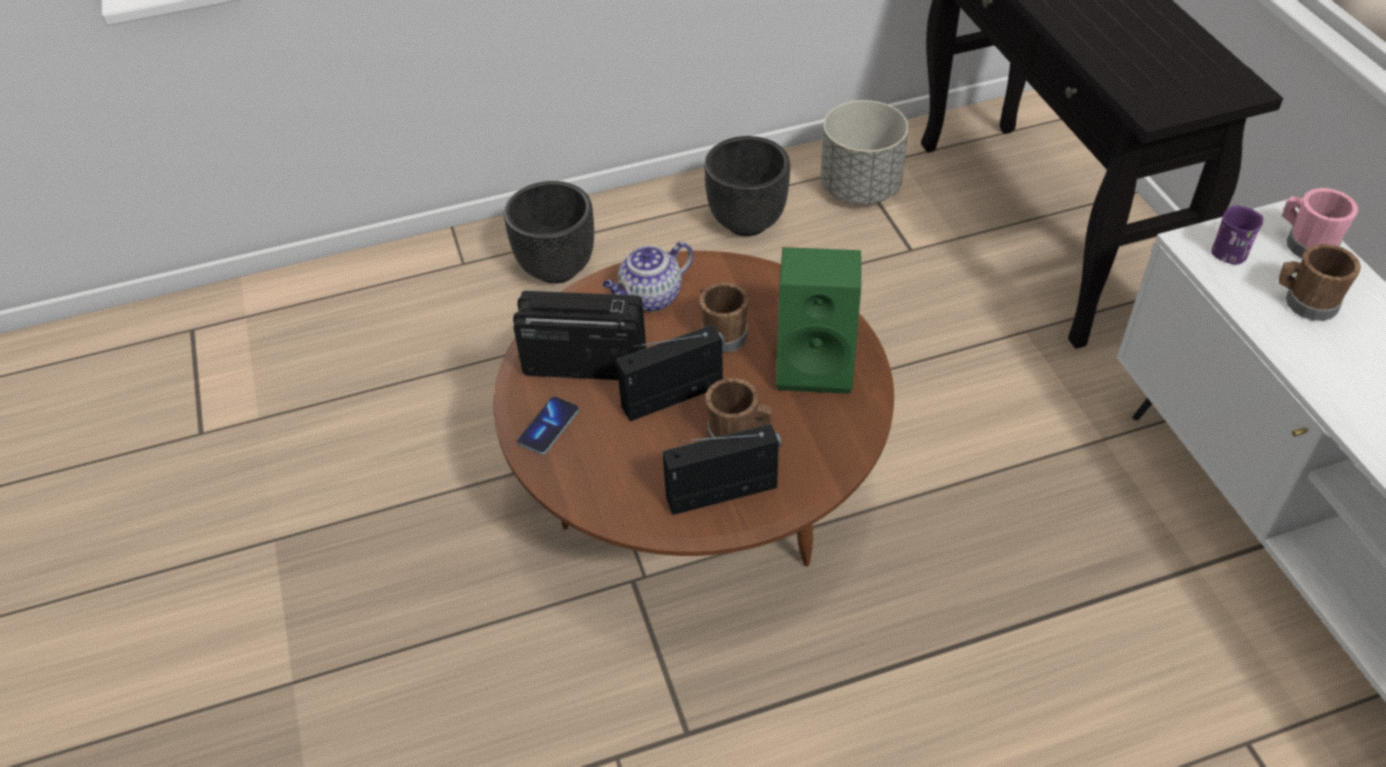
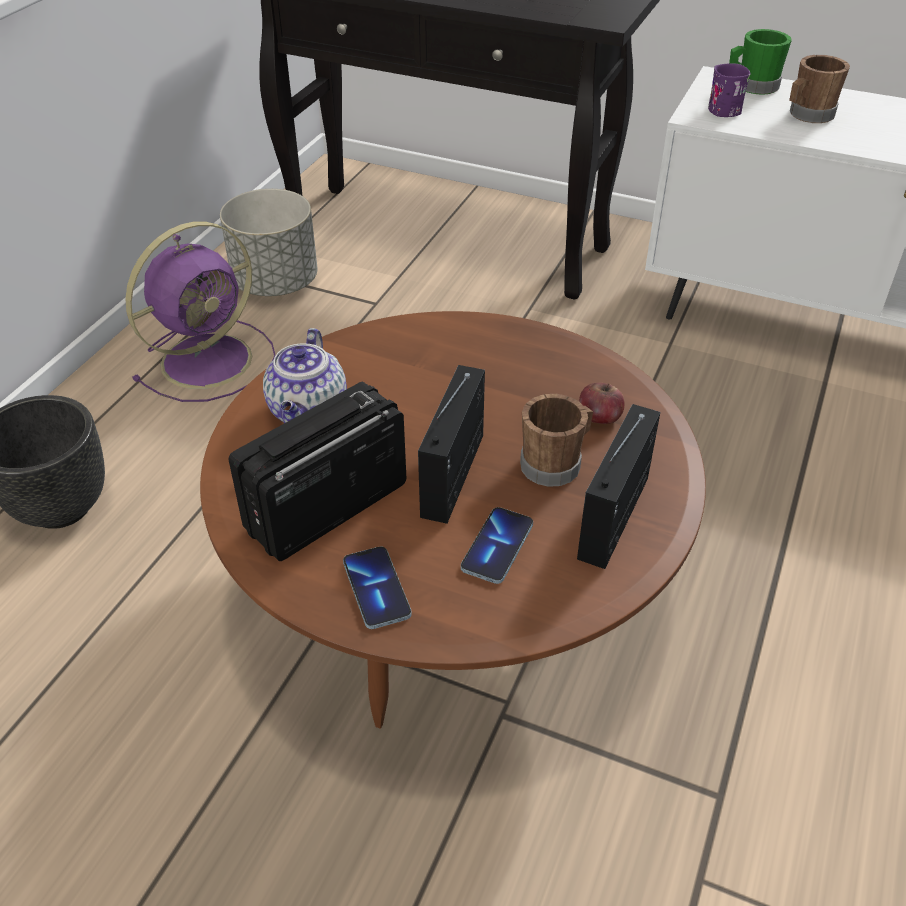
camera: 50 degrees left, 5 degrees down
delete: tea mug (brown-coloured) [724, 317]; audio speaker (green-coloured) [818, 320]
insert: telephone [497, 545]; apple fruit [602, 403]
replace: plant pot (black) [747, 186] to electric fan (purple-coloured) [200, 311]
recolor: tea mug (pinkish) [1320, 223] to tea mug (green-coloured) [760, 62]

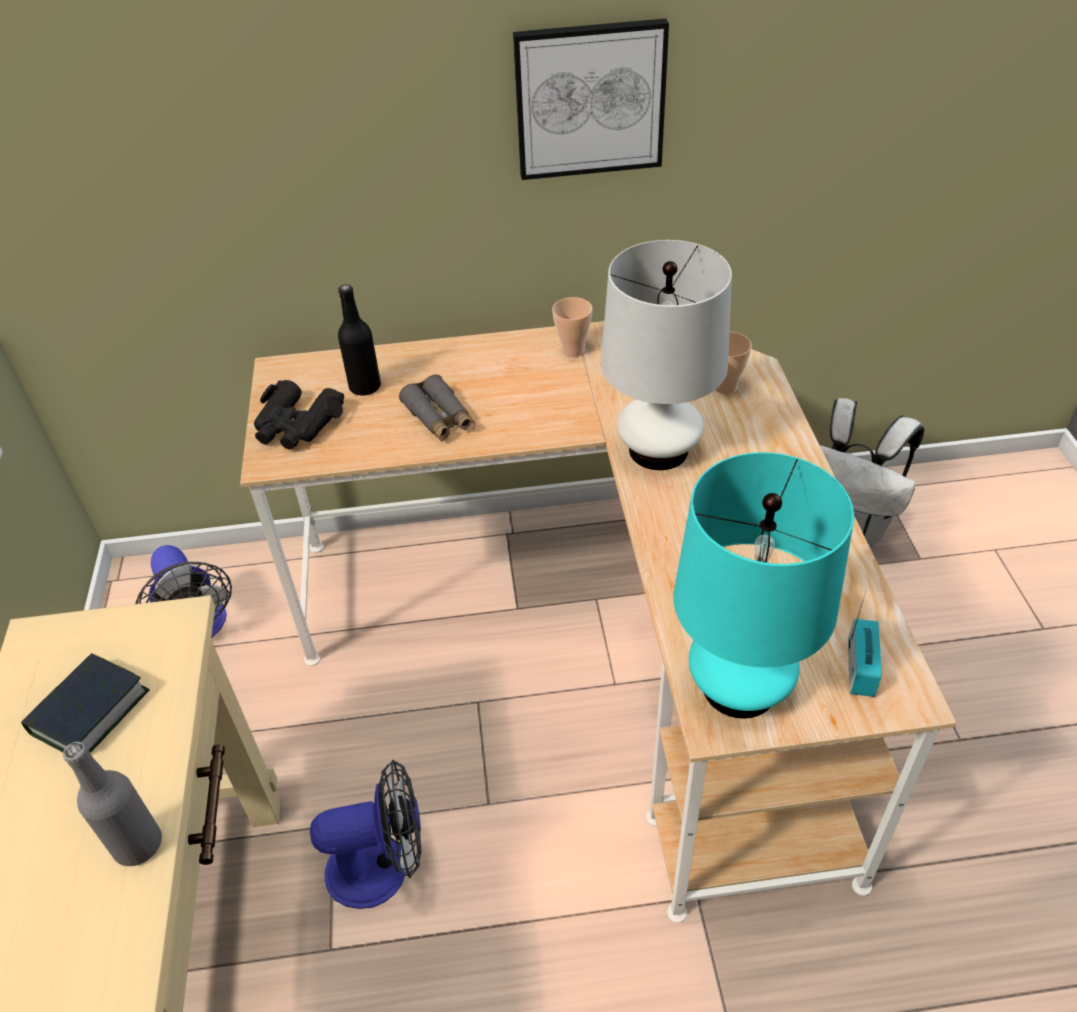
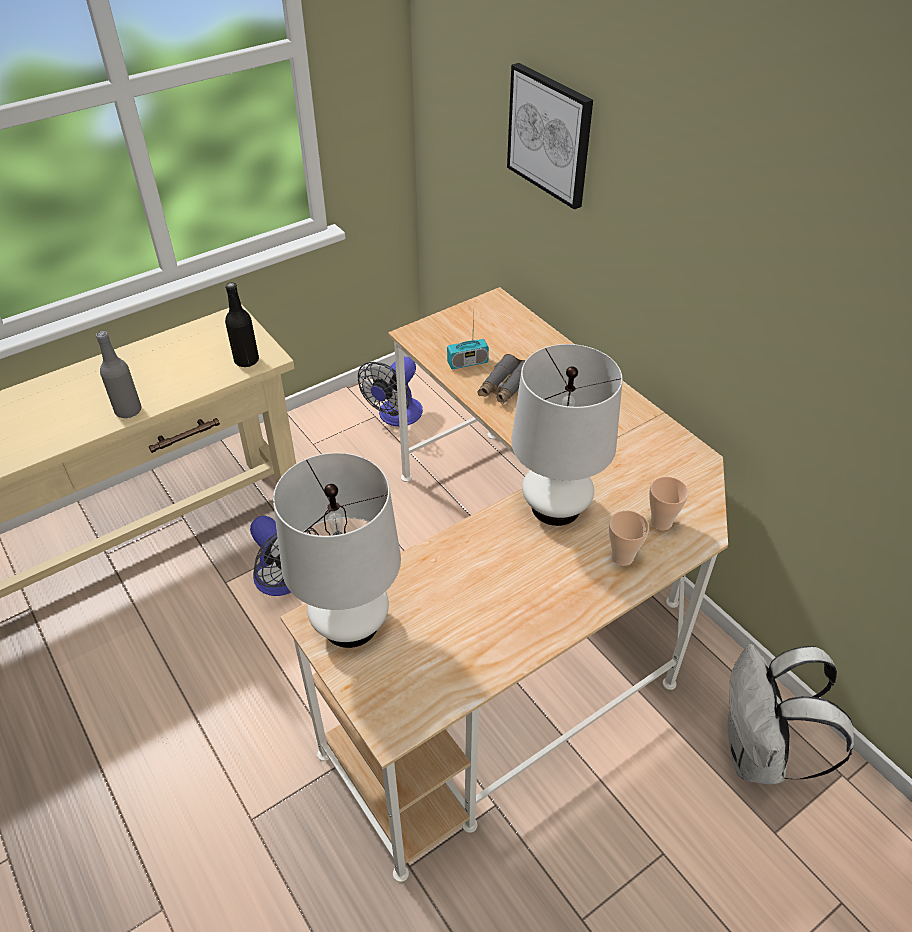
camera: 60 degrees right, 0 degrees up
delete: book [85, 703]; field glasses (black) [299, 415]
move: bottle (black) [359, 340] to [242, 324]; radio receiver [865, 644] to [468, 339]; wall picture [591, 99] to [550, 136]; cup [572, 327] to [629, 538]
recolor: table lamp (blue-green) [763, 585] to table lamp (white-coloured) [337, 550]

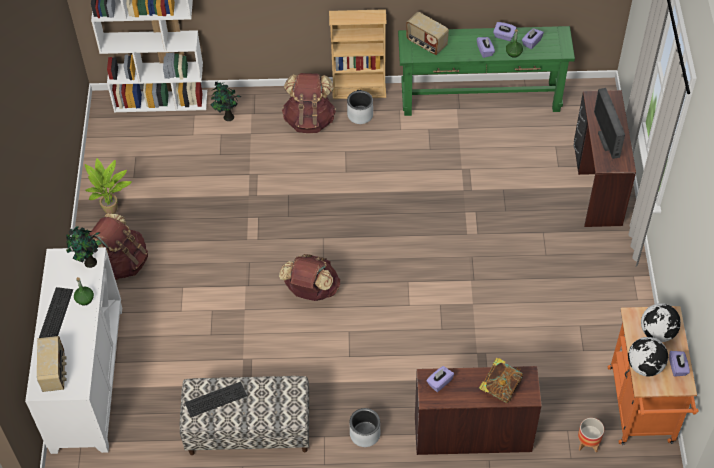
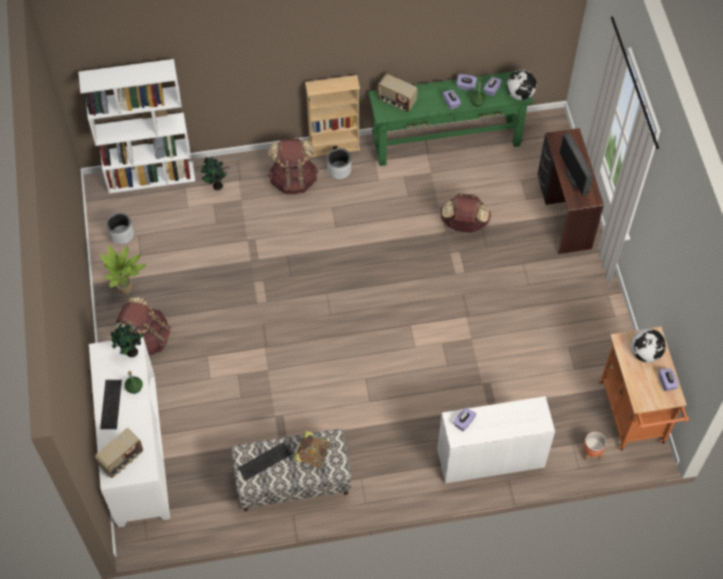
camera: 10 degrees left, 5 degrees up
move: plant pot (greyish) [365, 427] to [120, 228]; book [501, 380] to [311, 449]; backpack (brown-coloured) [309, 277] to [465, 213]; world globe [648, 356] to [522, 85]
recolor: desk unit (brown-coloured) [478, 410] to desk unit (white-coloured) [496, 440]
rotate: radio receiver [52, 364] = [119, 453] 60 degrees clockwise

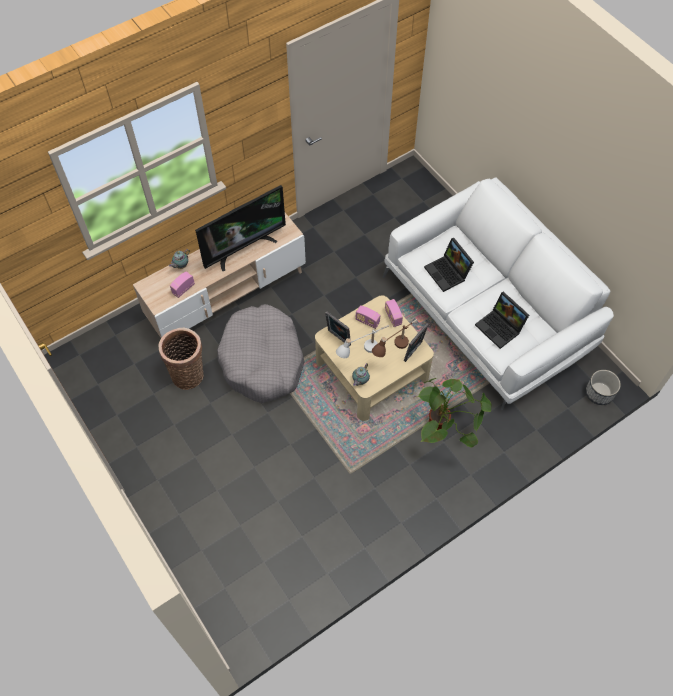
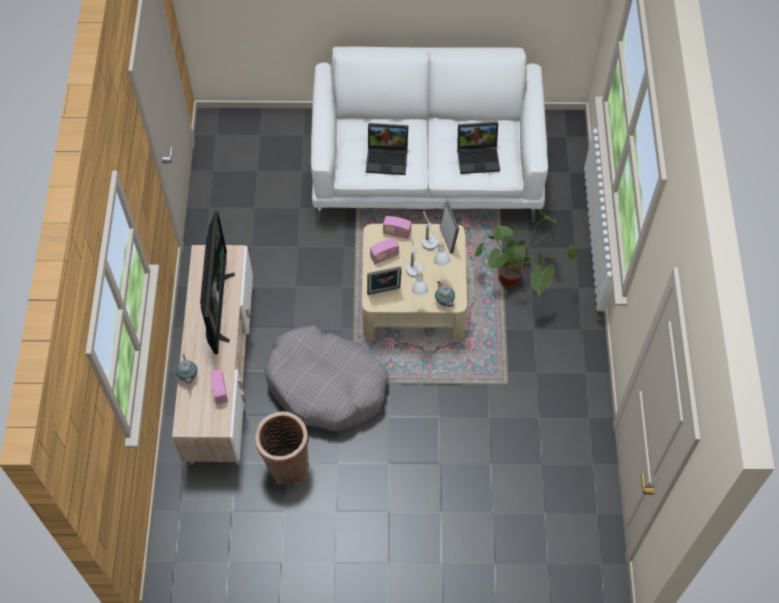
camera: 55 degrees left, 0 degrees up
delete: plant pot [603, 387]
recolor: table lamp (brown-coloured) [394, 338] to table lamp (white-coloured) [436, 239]

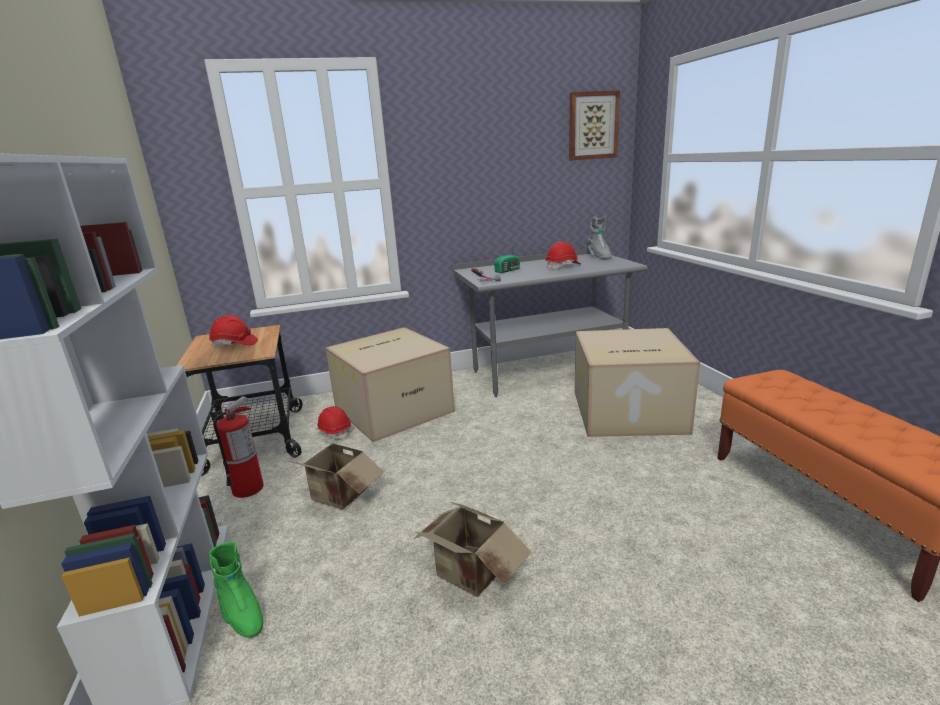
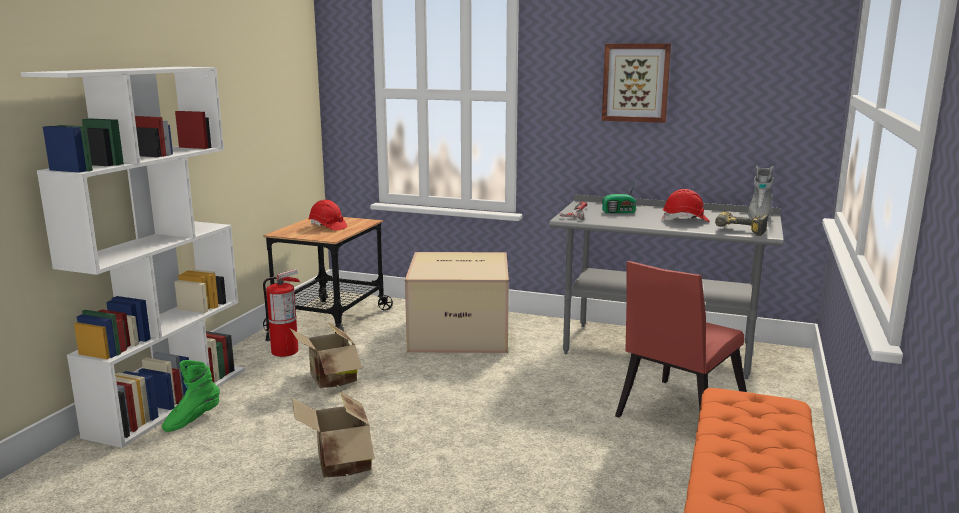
camera: 35 degrees right, 5 degrees down
delete: hard hat (reddish) [334, 423]
insert: drill [741, 224]
move: wall picture [594, 125] to [636, 83]
replace: packing box [637, 382] to plain chair (reddish) [681, 339]
rotate: high-top boot (green-coloured) [236, 590] = [191, 396] 45 degrees clockwise

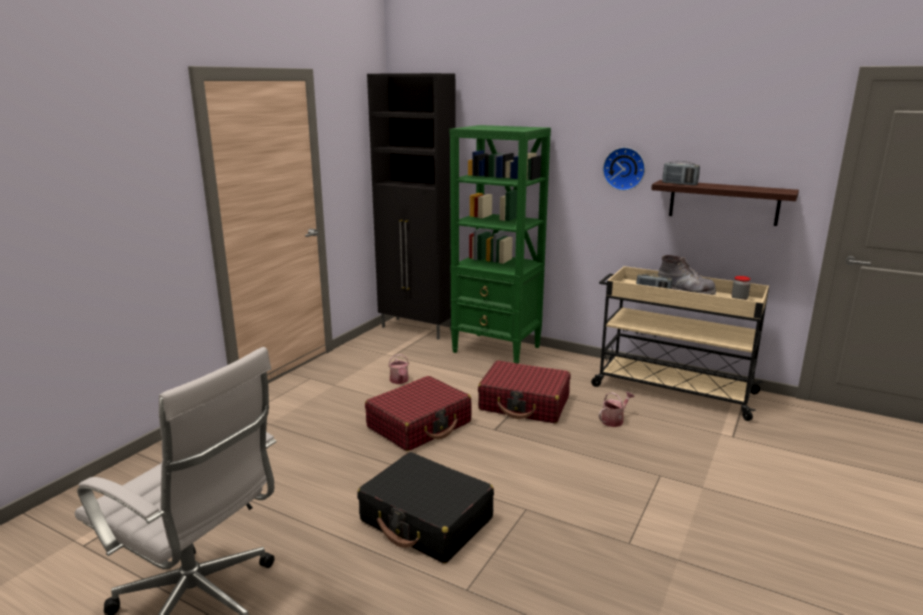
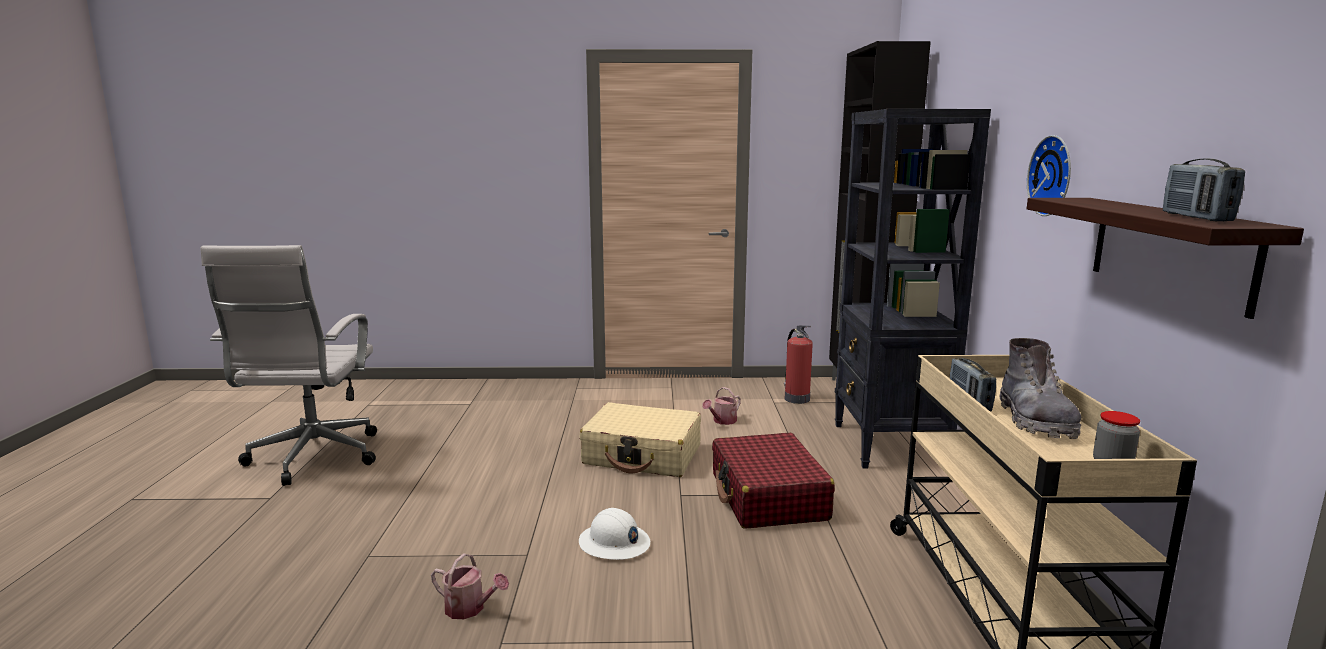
camera: 60 degrees right, 5 degrees down
delete: suitcase (black) [425, 507]
insert: hard hat (white-coloured) [614, 534]; fire extinguisher [798, 364]
move: sprinkling can [616, 409] to [470, 586]; radio receiver [681, 173] to [1204, 190]
recolor: suitcase (reddish) [418, 413] to suitcase (beige-coloured) [640, 439]; bookshelf (green-coloured) [500, 244] to bookshelf (black) [913, 289]

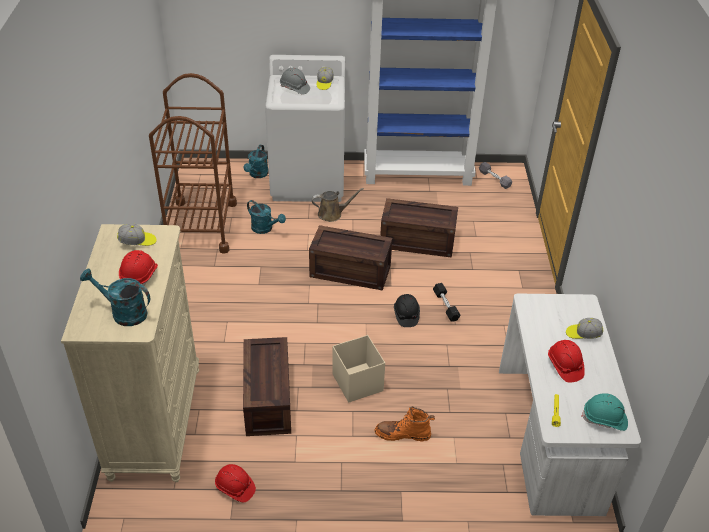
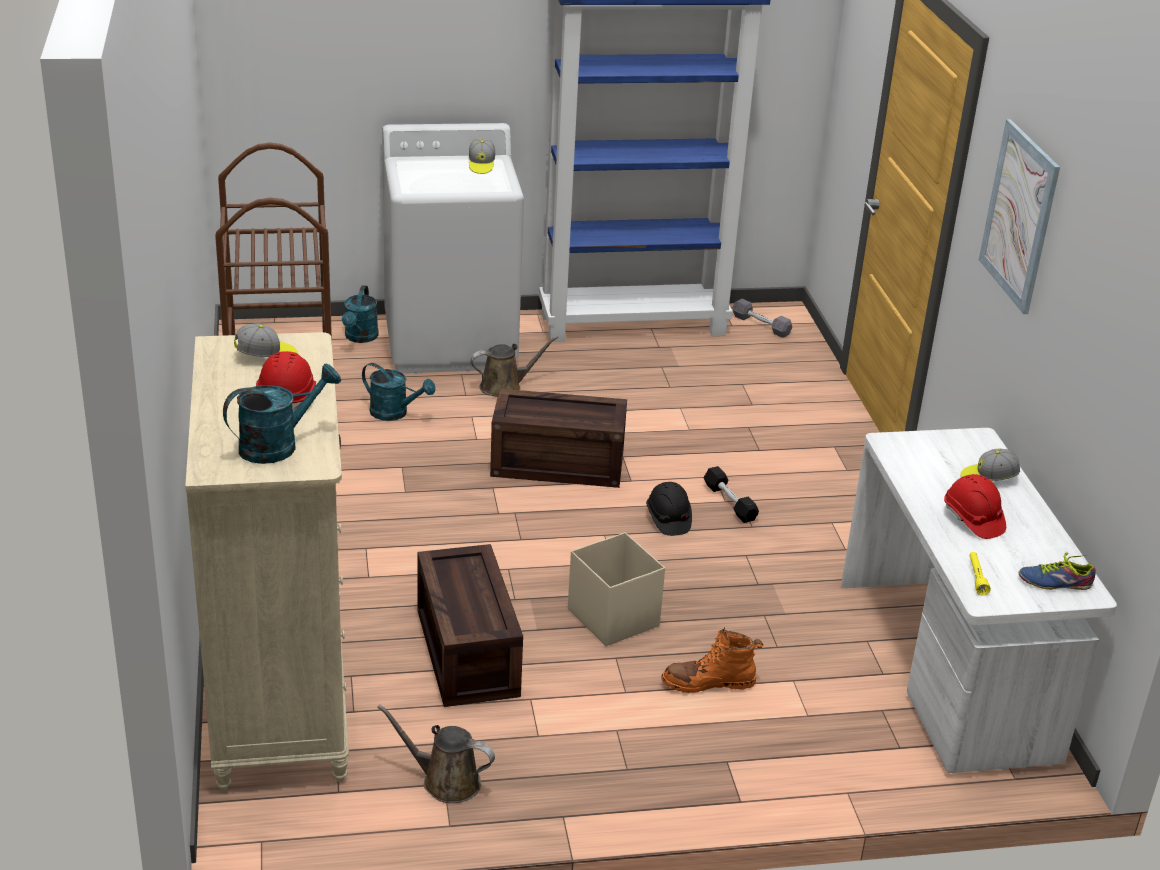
camera: 10 degrees left, 10 degrees down
delete: hard hat (greyish) [295, 81]; packing crate [419, 228]
insert: wall picture [1019, 216]
replace: hard hat (reddish) [235, 483] to sprinkling can (brown-coloured) [436, 753]; hard hat (blue-green) [604, 412] to low shoe [1057, 571]
rotate: sprinkling can (blue-green) [115, 297] = [282, 414] 135 degrees clockwise

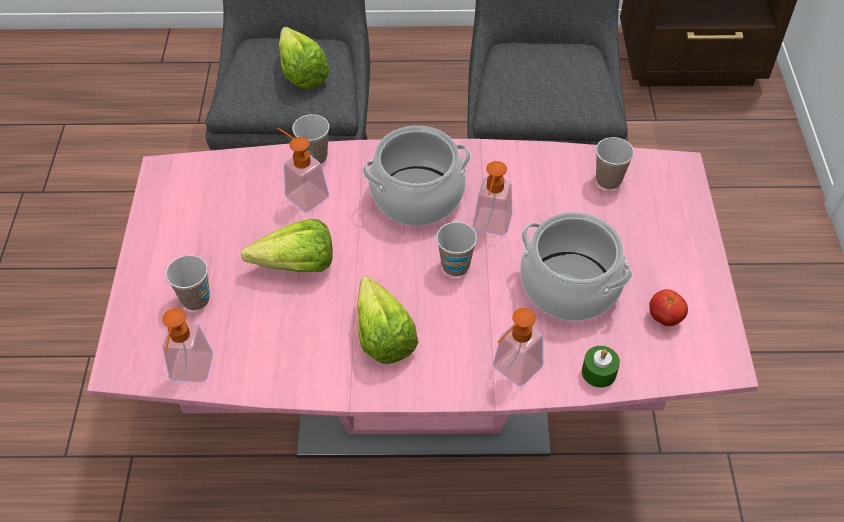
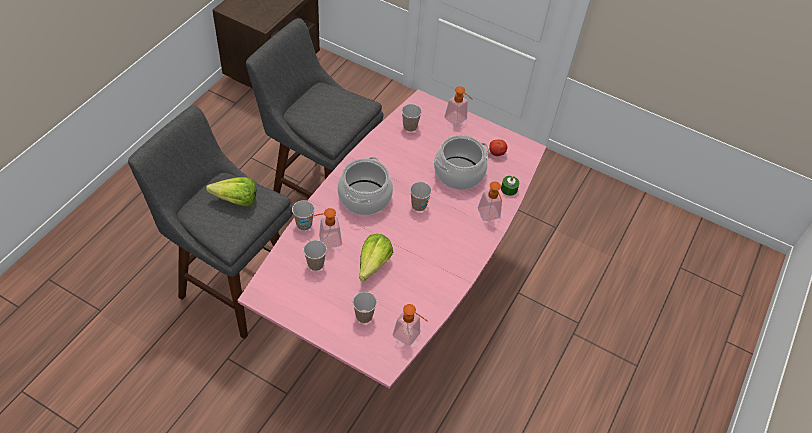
camera: 65 degrees left, 0 degrees up
delete: head of lettuce [388, 320]
insert: cup [315, 255]
move: soap bottle [493, 198] to [458, 106]

